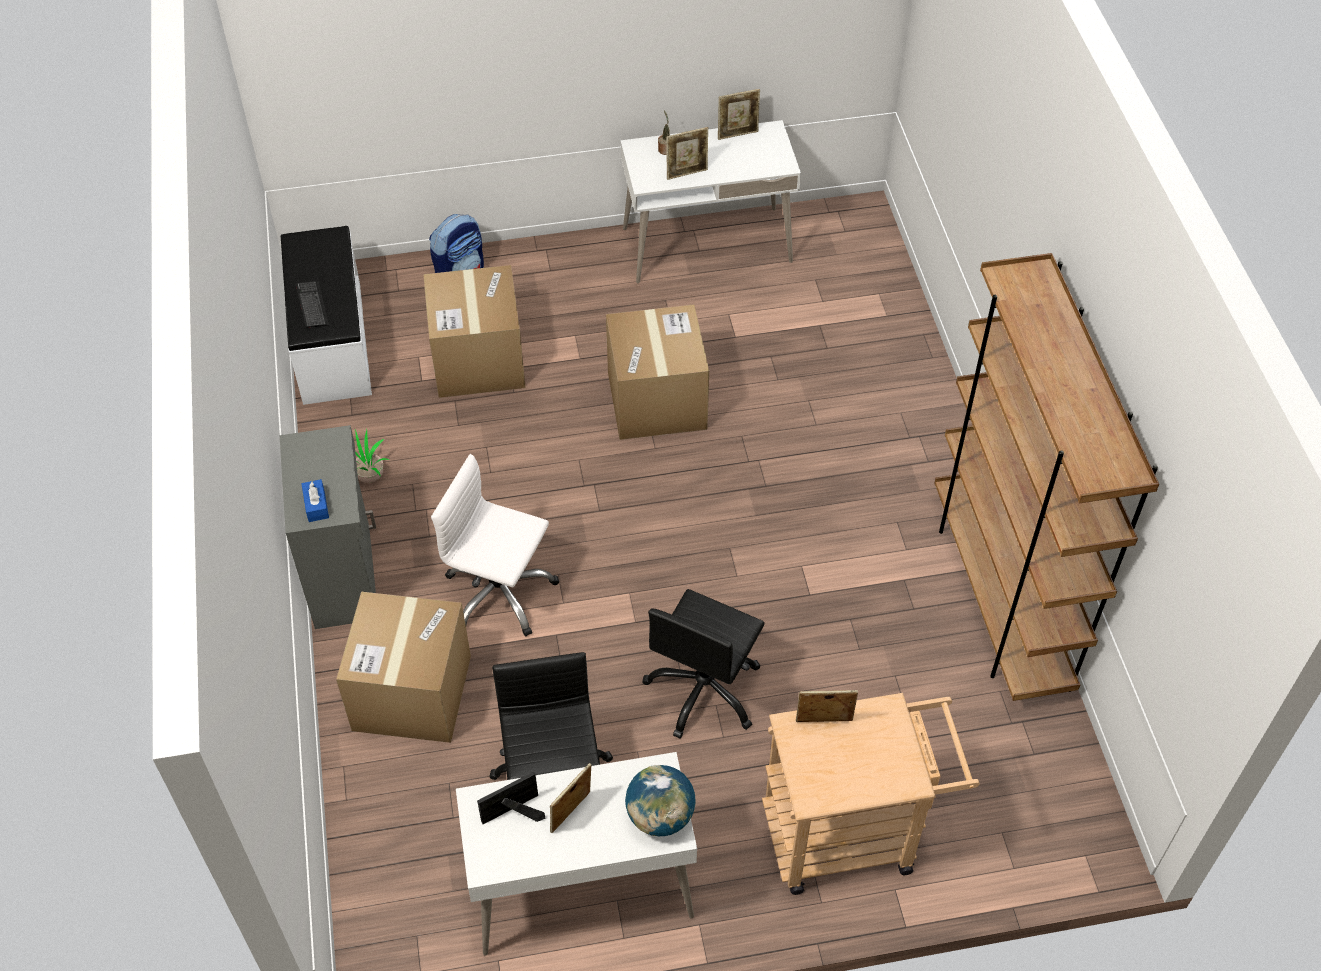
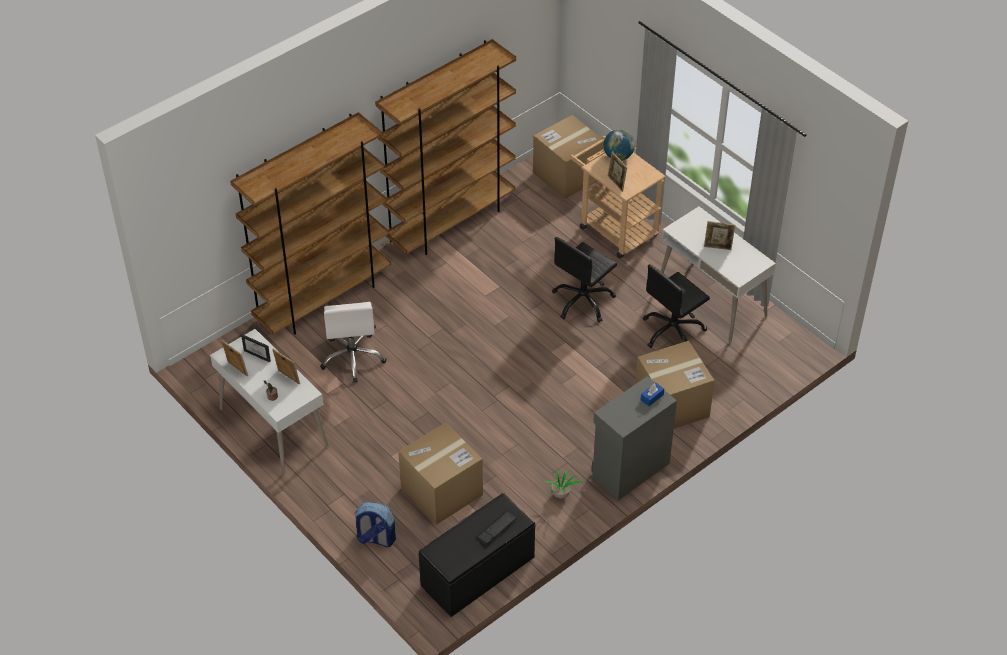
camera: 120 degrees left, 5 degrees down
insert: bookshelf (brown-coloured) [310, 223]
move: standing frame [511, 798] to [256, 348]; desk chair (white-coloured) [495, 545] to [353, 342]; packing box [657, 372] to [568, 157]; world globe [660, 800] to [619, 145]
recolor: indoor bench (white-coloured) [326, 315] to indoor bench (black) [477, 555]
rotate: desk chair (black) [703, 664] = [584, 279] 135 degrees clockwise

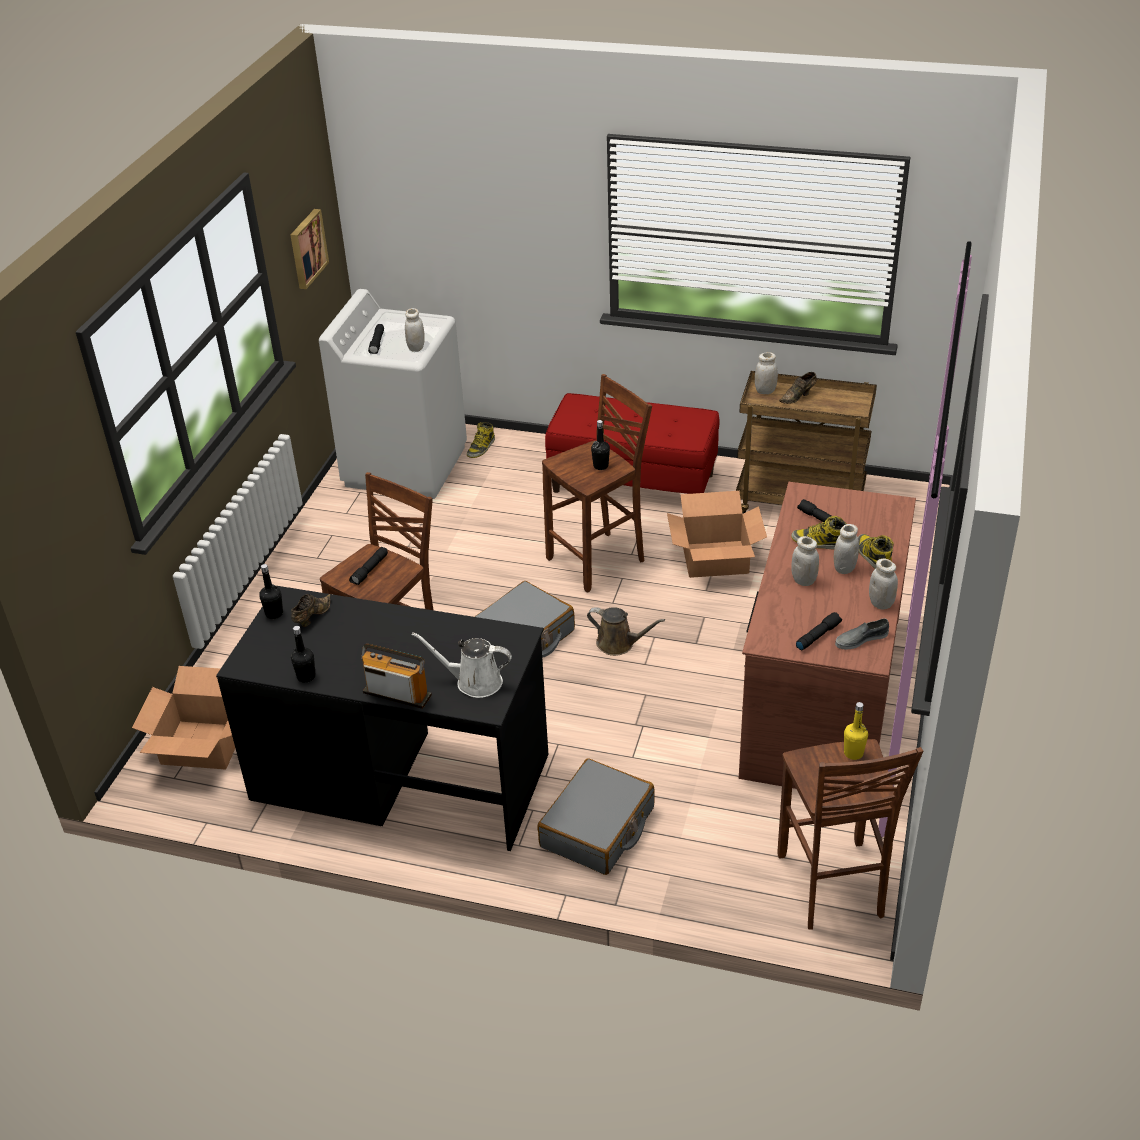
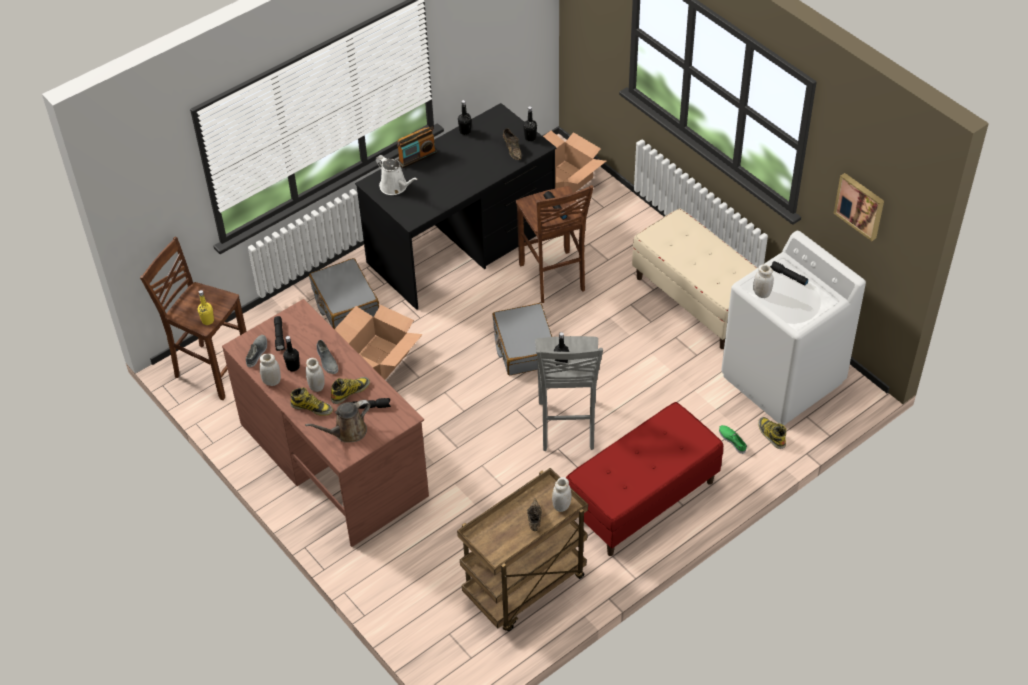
camera: 125 degrees right, 10 degrees up
insert: bottle (black) [291, 353]; indoor bench (beige-coloured) [694, 278]; low shoe (green-coloured) [733, 439]
move: sprinkling can (brown-coloured) [626, 631] to [338, 421]; packing box [717, 534] to [378, 342]
replace: preserve jar (white-coloured) [805, 561] to low shoe (greyish) [327, 357]
recolor: stool seat (brown-coloured) [597, 483] to stool seat (greyish) [569, 393]
rotate: sprinkling can (white-coloured) [462, 665] = [397, 175] 90 degrees clockwise

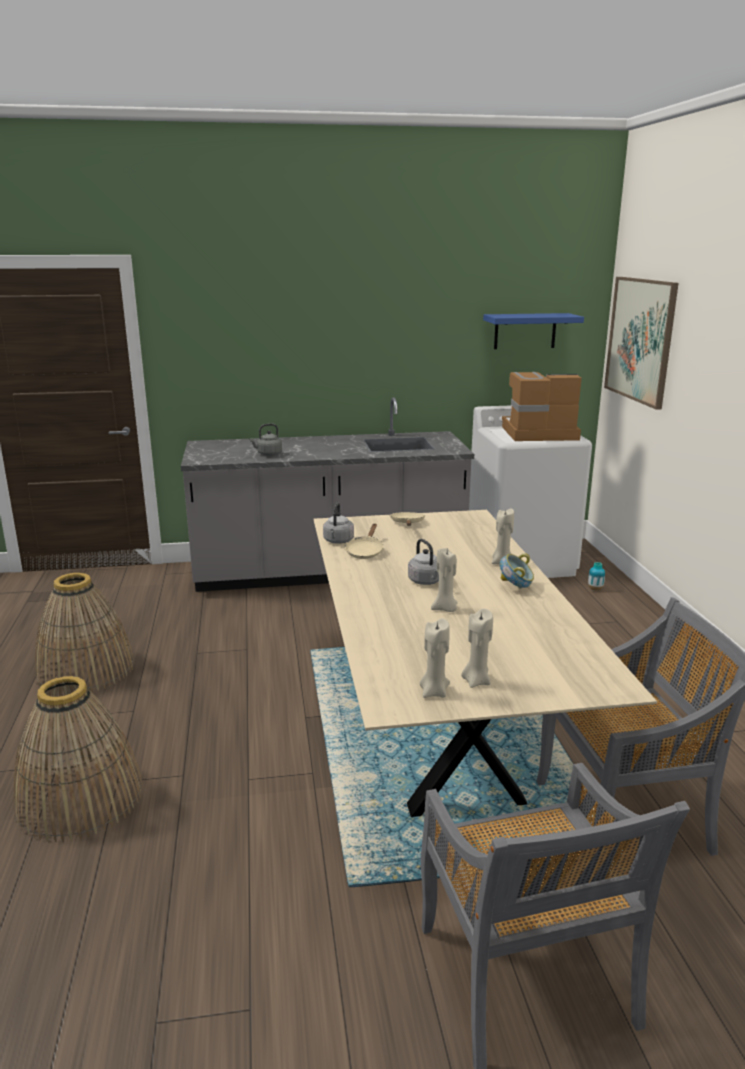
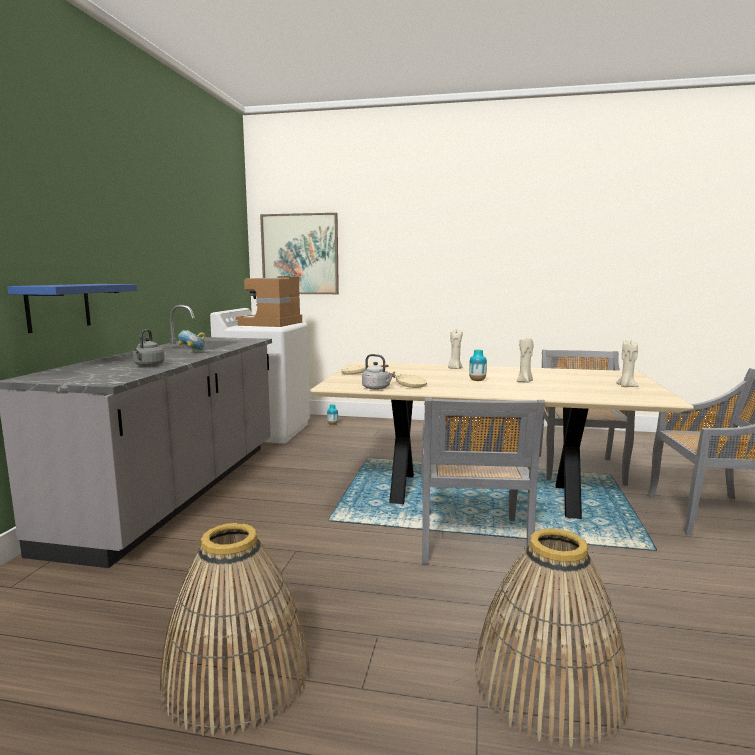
camera: 70 degrees left, 10 degrees down
delete: candle (beige-coloured) [435, 658]
insert: plain chair (greyish) [483, 481]
move: bracket shelf (blue) [533, 331] to [72, 308]; bowl [517, 571] to [191, 341]
replace: water kettle (greyish) [423, 562] to flower vase [478, 365]

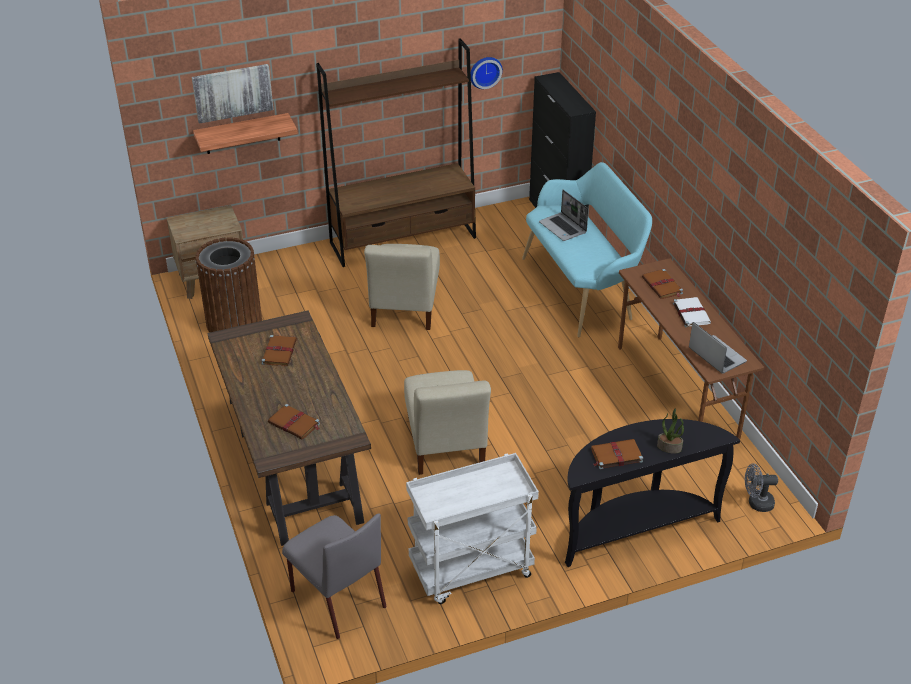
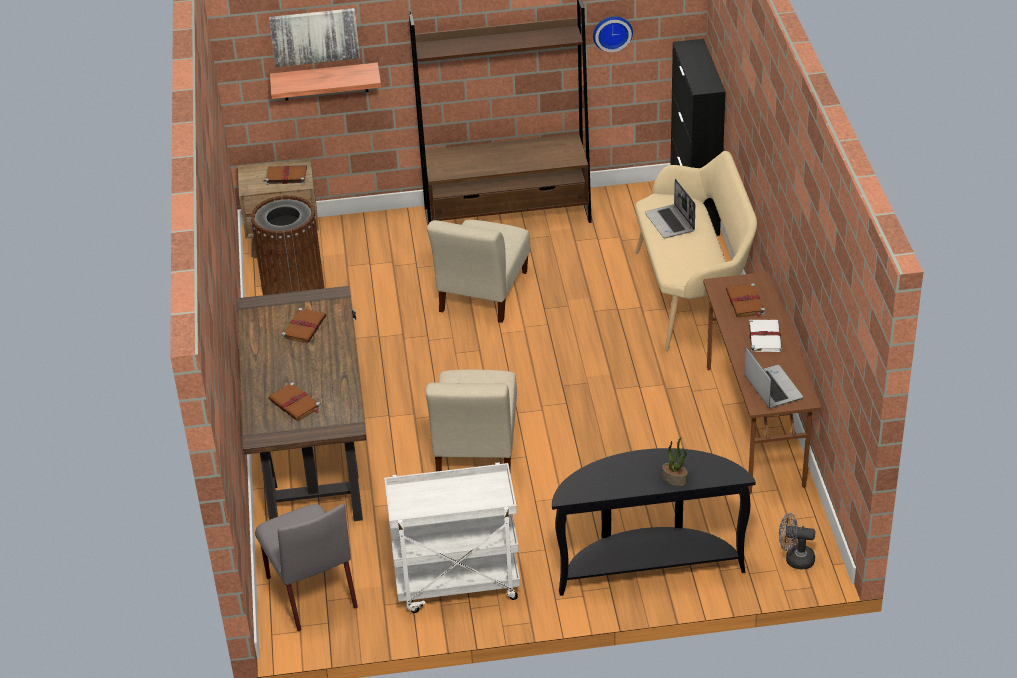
camera: 15 degrees right, 0 degrees up
move: book (brown-coloured) [617, 454] to [285, 174]
recolor: indoor bench (blue-green) [587, 249] to indoor bench (beige-coloured) [696, 251]

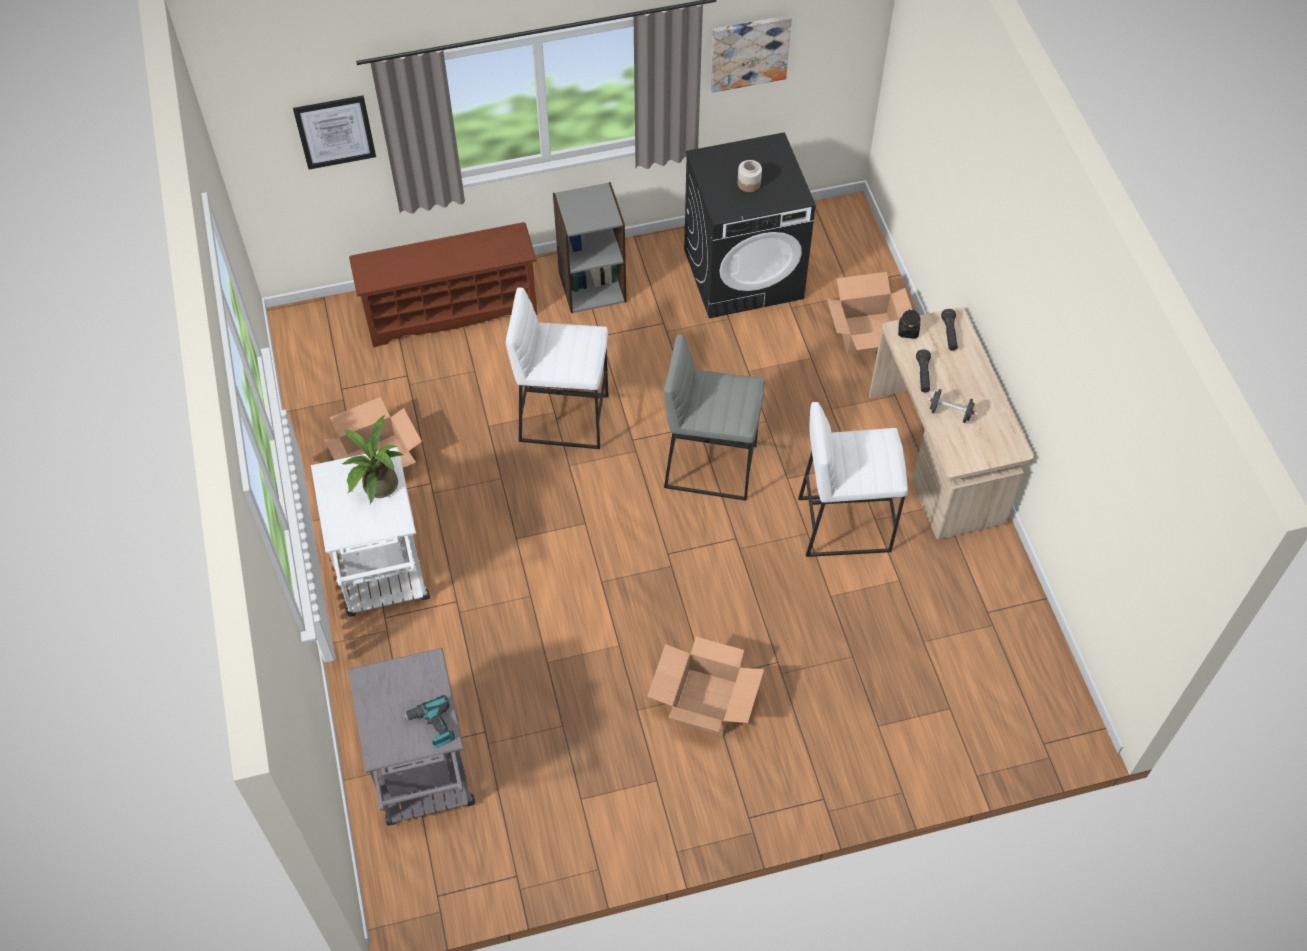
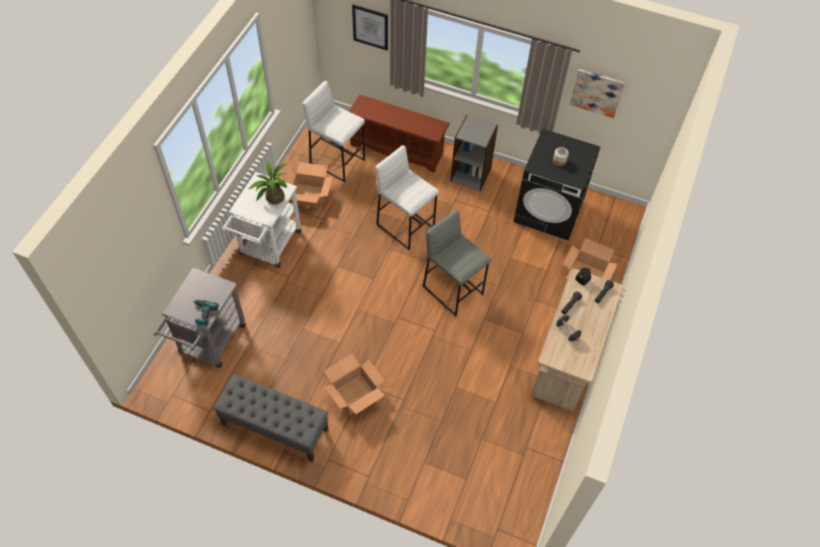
camera: 35 degrees right, 0 degrees up
insert: indoor bench (greyish) [270, 418]
move: stool seat (white-coloured) [853, 479] to [334, 131]

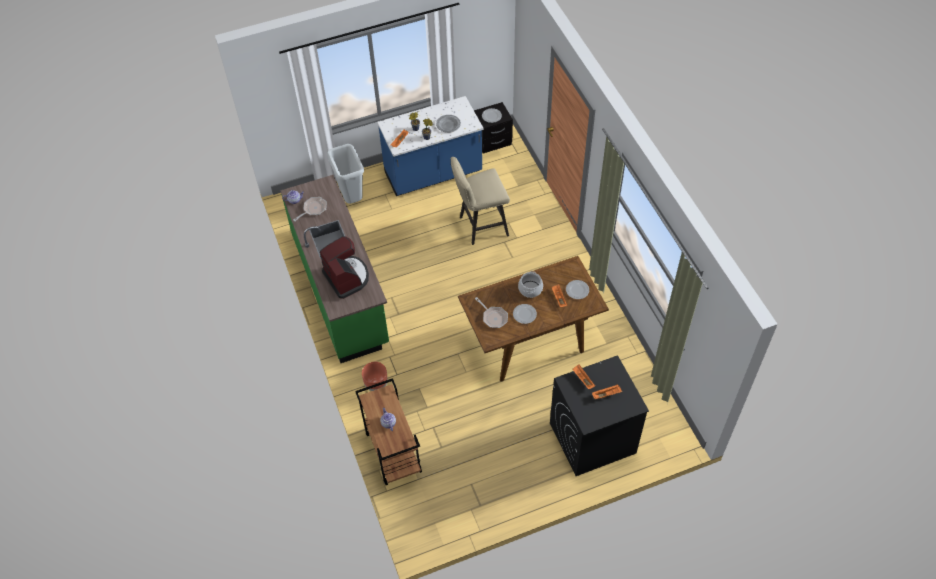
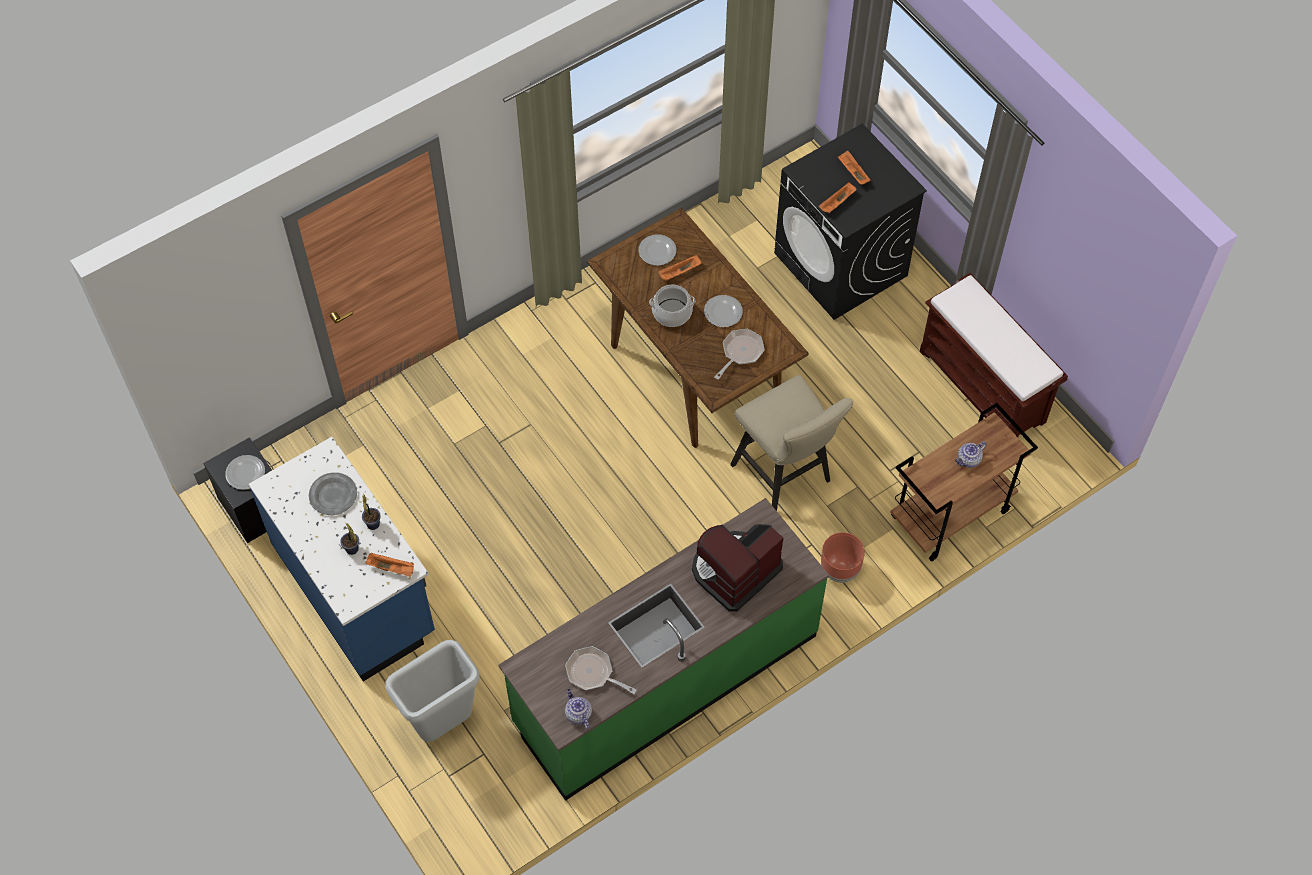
camera: 105 degrees left, 5 degrees up
insert: indoor bench (brown-coloured) [994, 355]
move: stool seat (beige-coloured) [480, 201] to [791, 443]

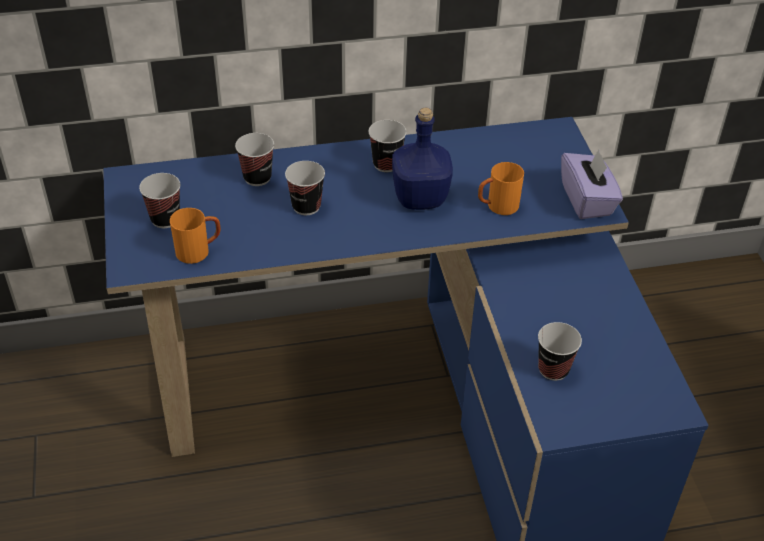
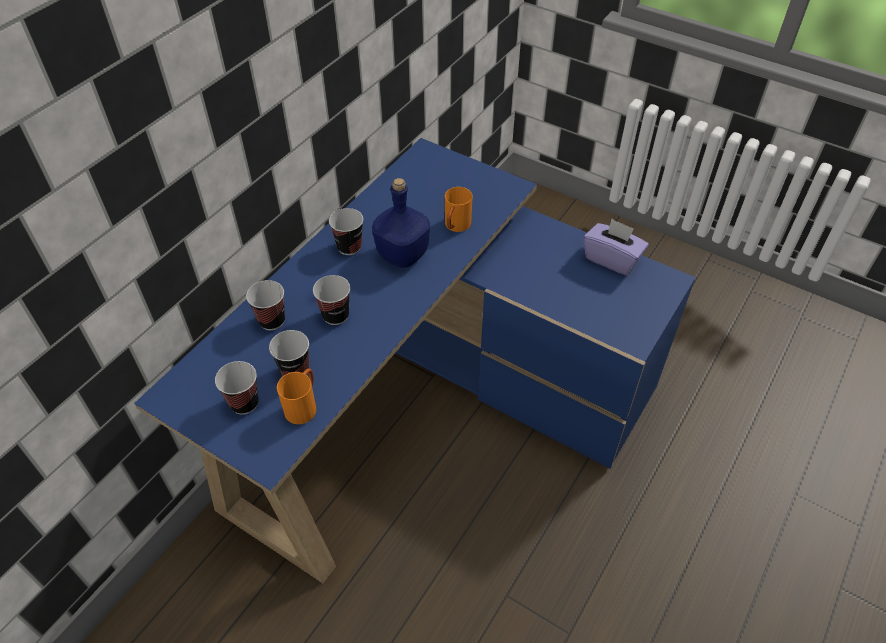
camera: 45 degrees left, 5 degrees up
move: cup [560, 351] to [289, 353]; tissue holder (purple-coloured) [592, 184] to [616, 246]

